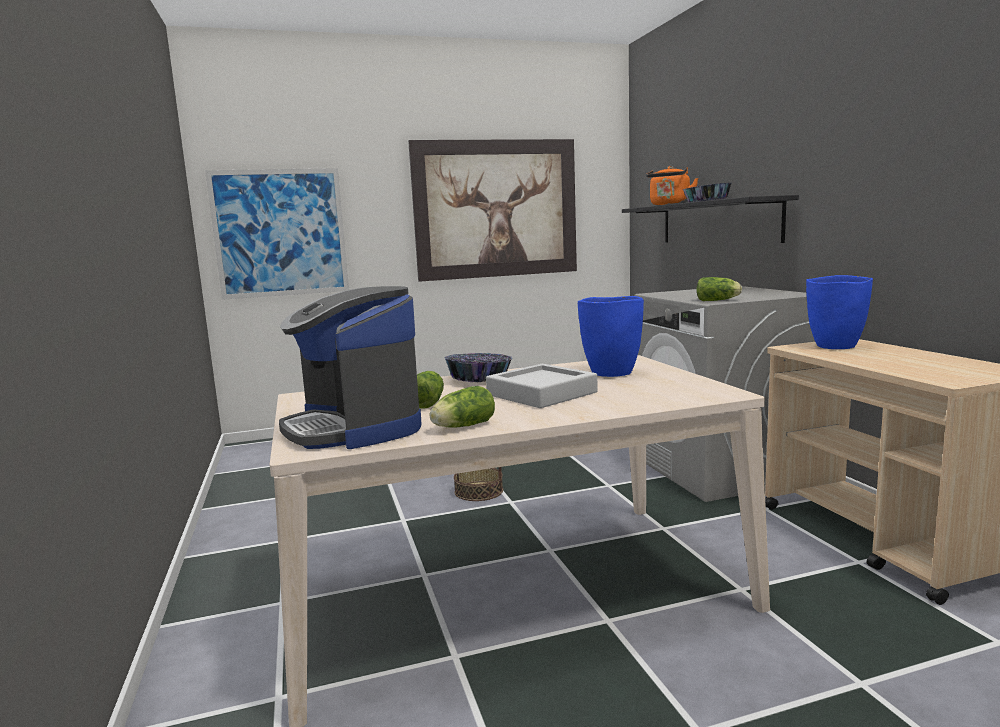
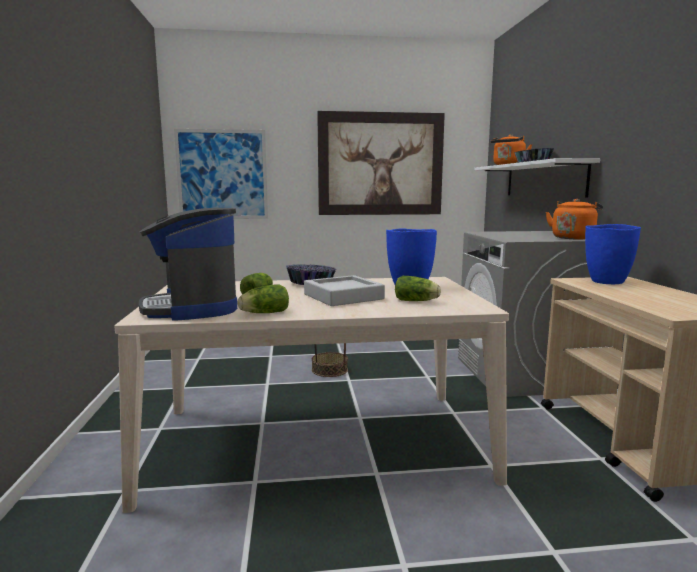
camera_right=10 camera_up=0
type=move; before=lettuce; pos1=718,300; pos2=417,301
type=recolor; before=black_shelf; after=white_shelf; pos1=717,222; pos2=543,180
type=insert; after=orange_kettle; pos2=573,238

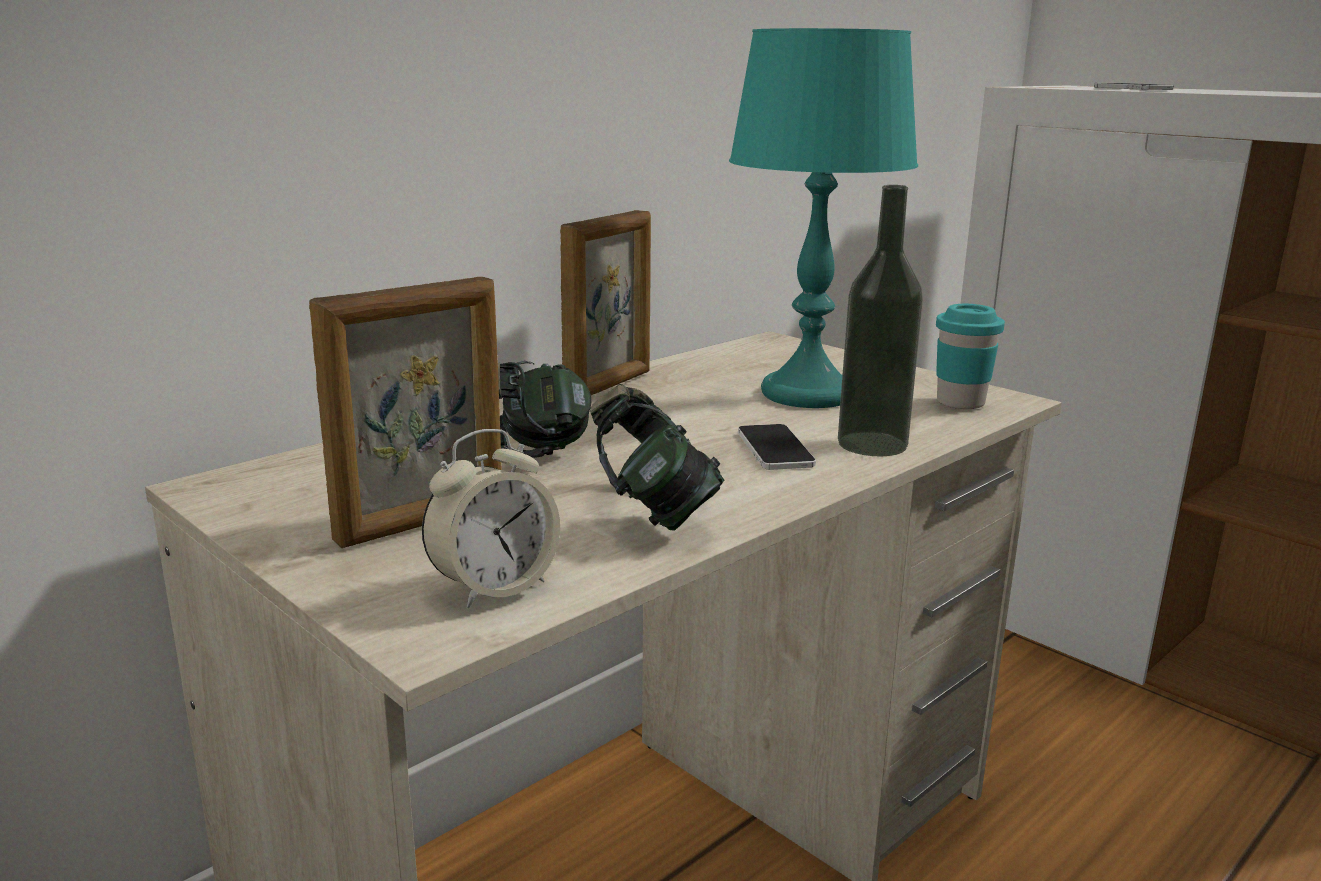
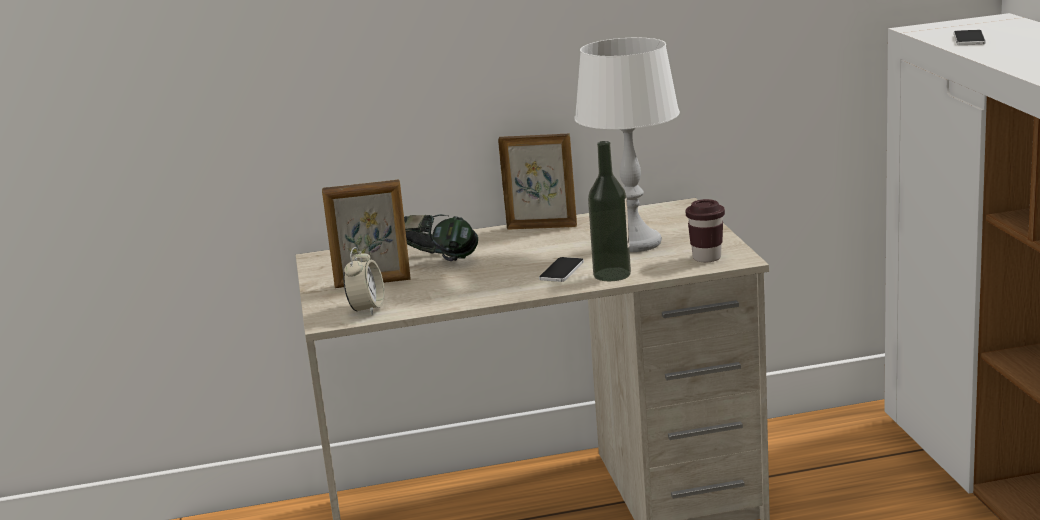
camera_right=35 camera_up=0
type=rotate; before=alarm_clock; pos1=494,587; pos2=367,309; turn=-75
type=rotate; before=picture_frame; pos1=609,385; pos2=541,226; turn=-150
type=recolor; before=turquoise_table_lamp; after=white_table_lamp; pos1=809,394; pos2=634,243
type=recolor; before=turquoise_cup; after=brown_cup; pos1=960,403; pos2=706,258
type=delete; before=headphones; pos1=653,511

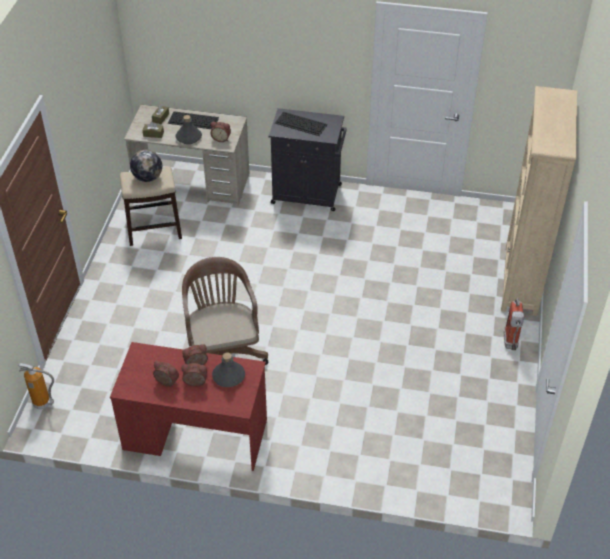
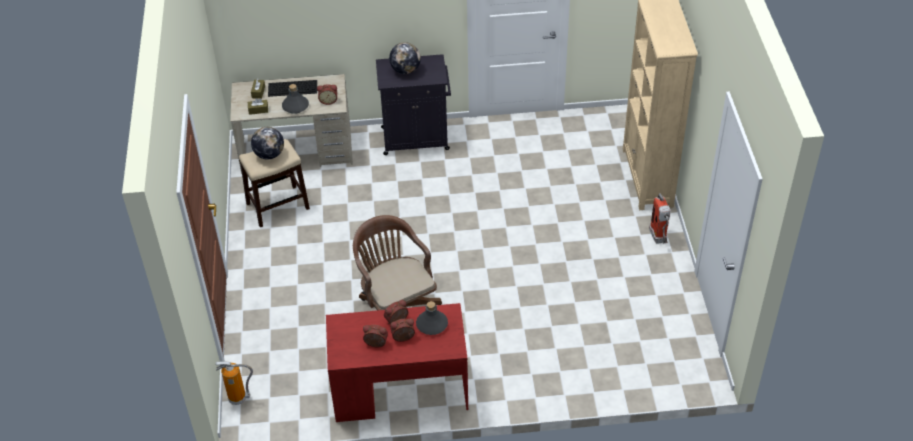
camera_right=-15 camera_up=0
type=replace; before=keyboard; after=globe; pos1=301,124; pos2=405,70

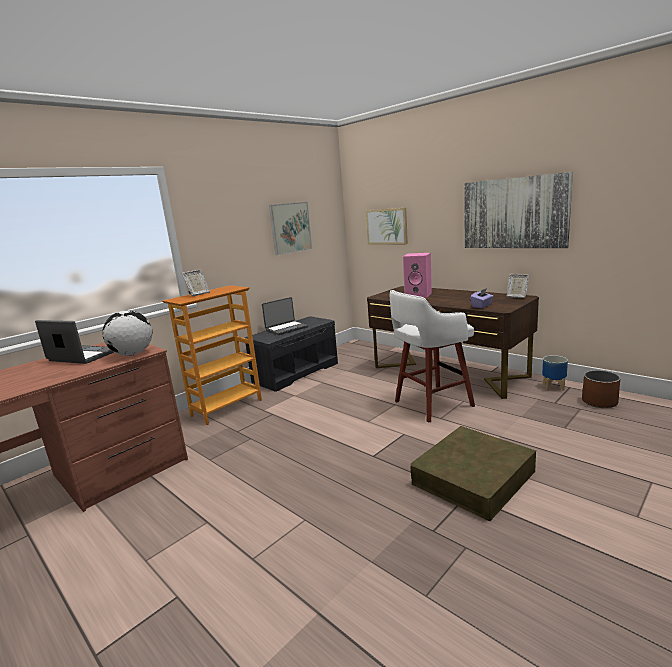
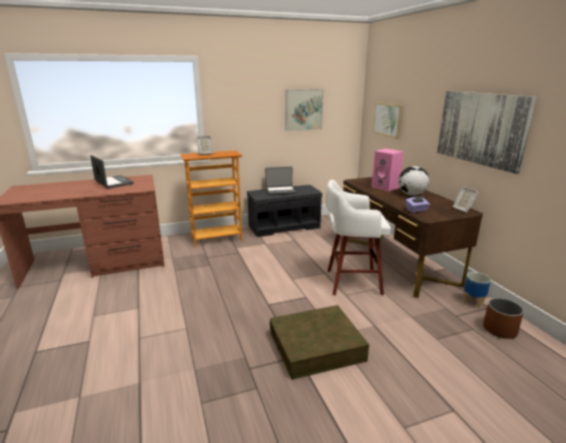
camera_right=25 camera_up=5
type=move; before=globe; pos1=132,354; pos2=411,195

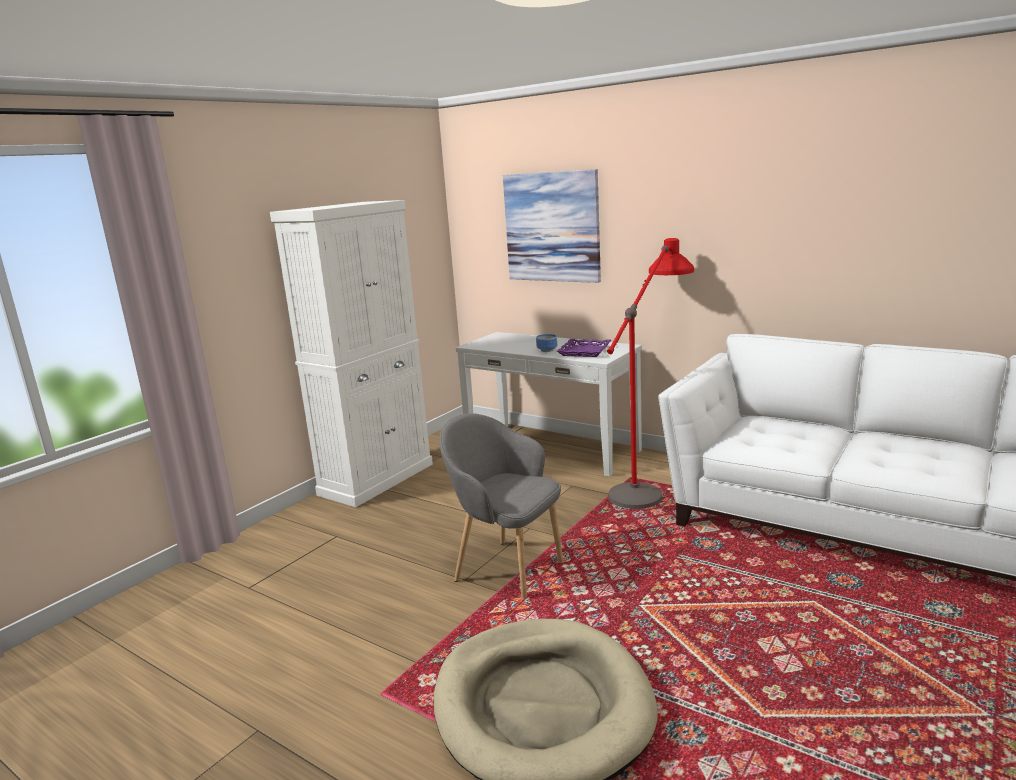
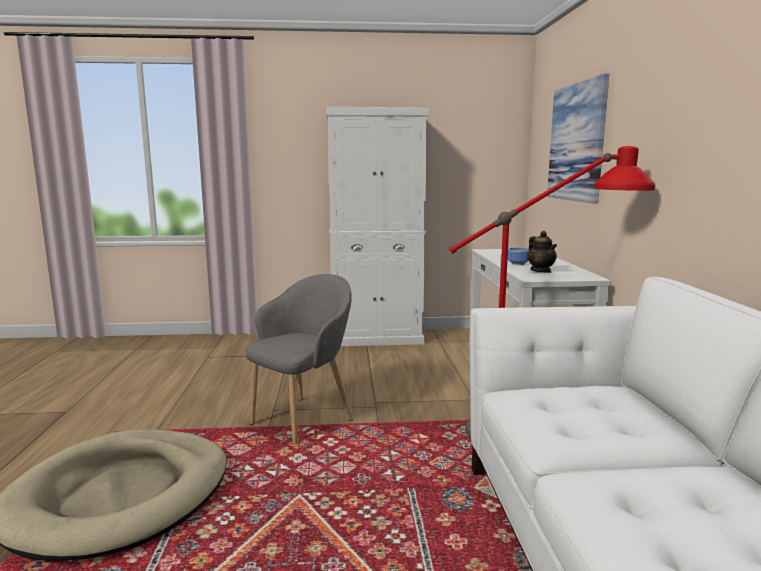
camera_right=50 camera_up=-5
type=rotate; before=grey_armchair; pos1=507,569; pos2=303,419; turn=45
type=replace; before=purple_tray; after=teapot; pos1=584,351; pos2=541,271

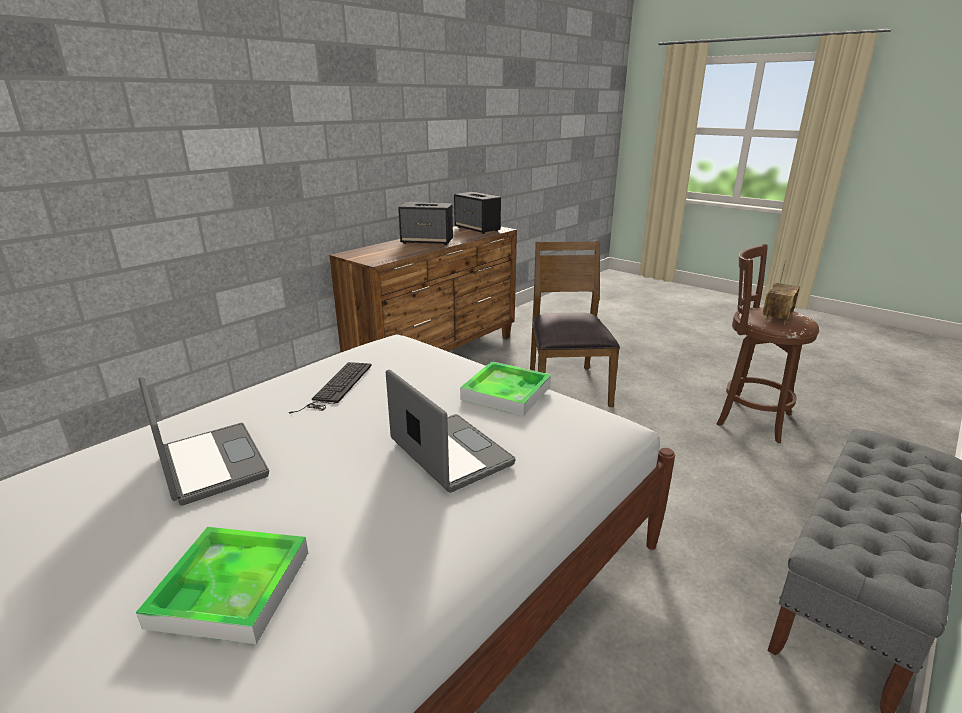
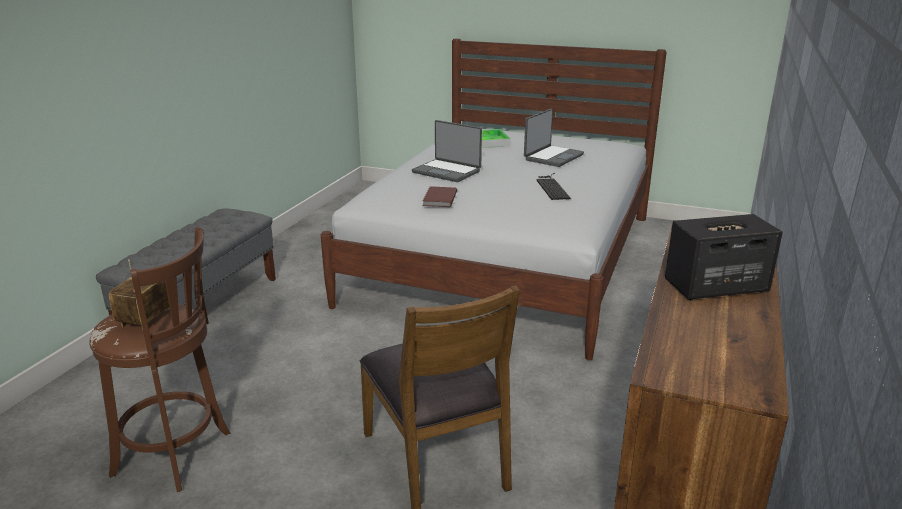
camera_right=160 camera_up=0
type=replace; before=tray; after=brown_book; pos1=506,392; pos2=438,199
type=rotate; before=laptop; pos1=210,464; pos2=553,157; turn=-90
type=delete; before=speaker; pos1=477,229

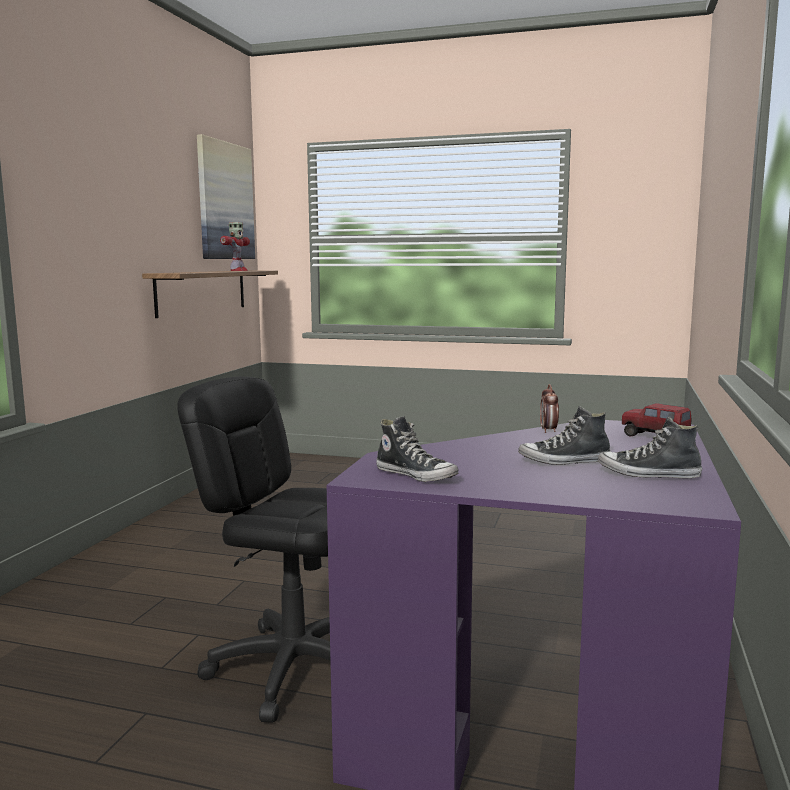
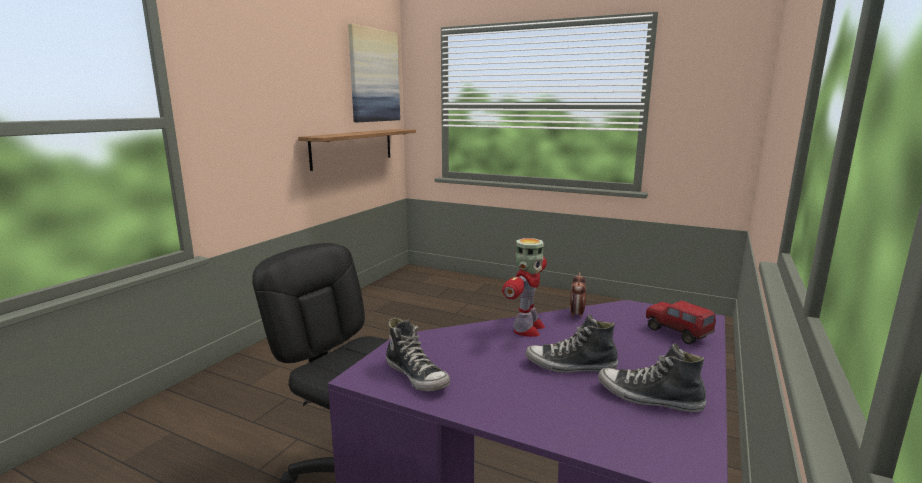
camera_right=10 camera_up=5
type=move; before=toy_robot; pos1=238,270; pos2=527,329

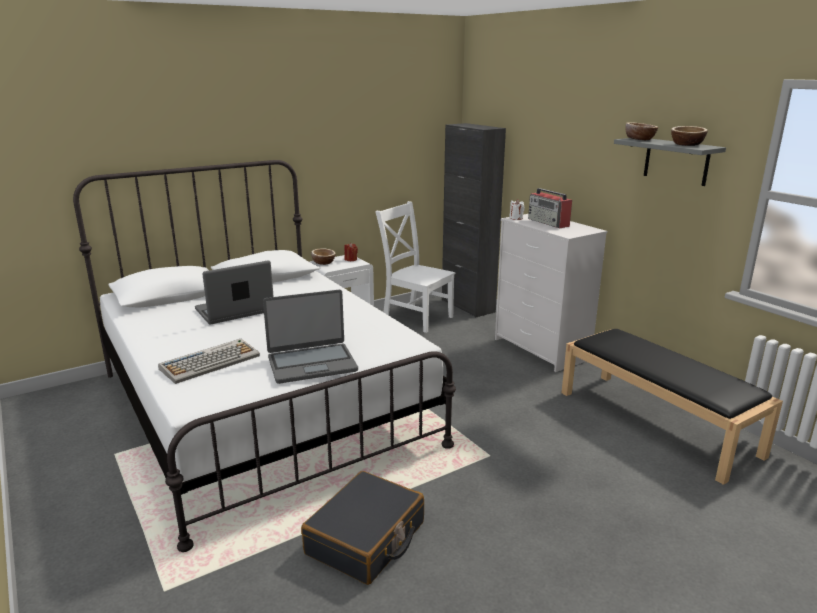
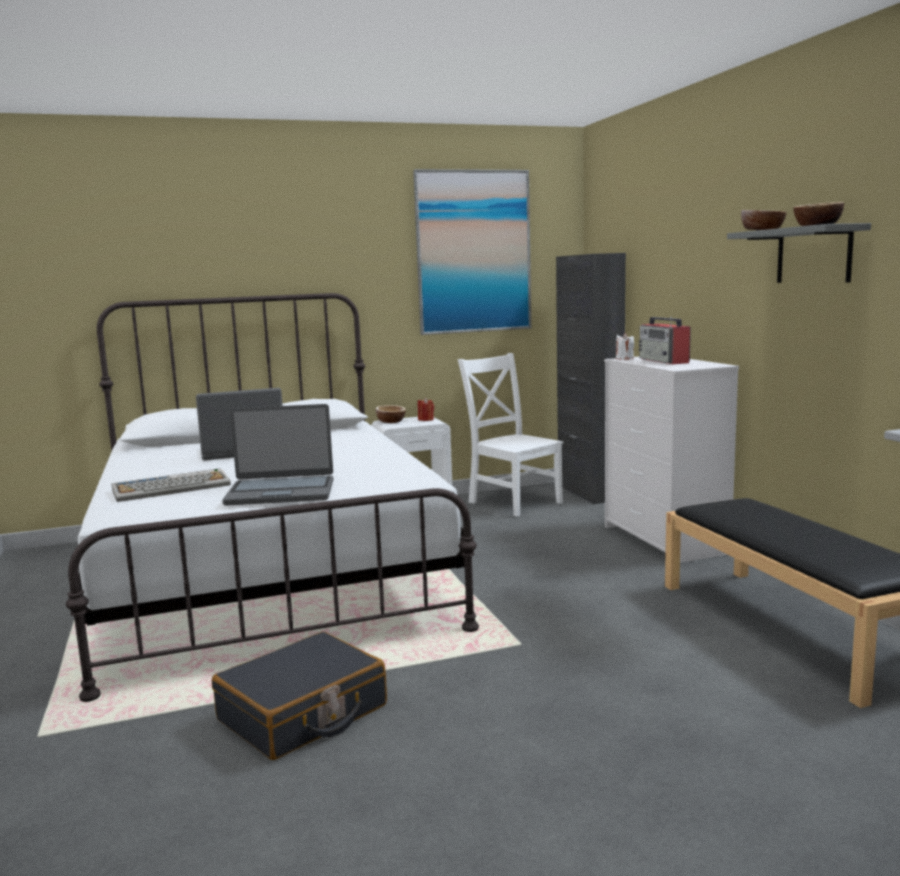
camera_right=15 camera_up=-10
type=insert; after=picture; pos2=473,252

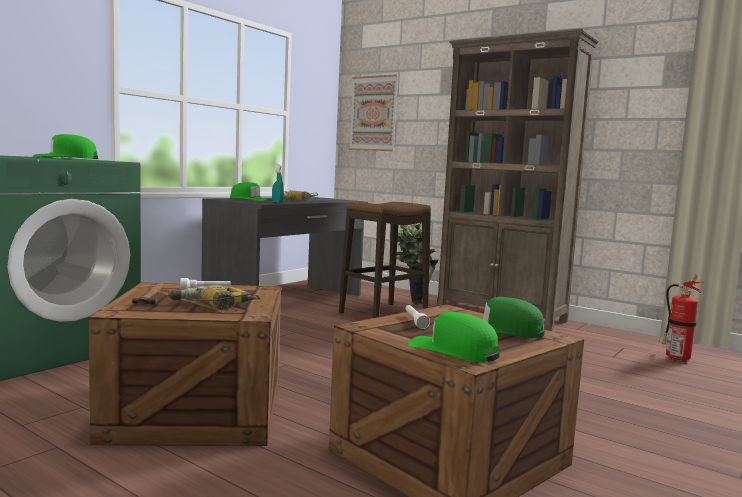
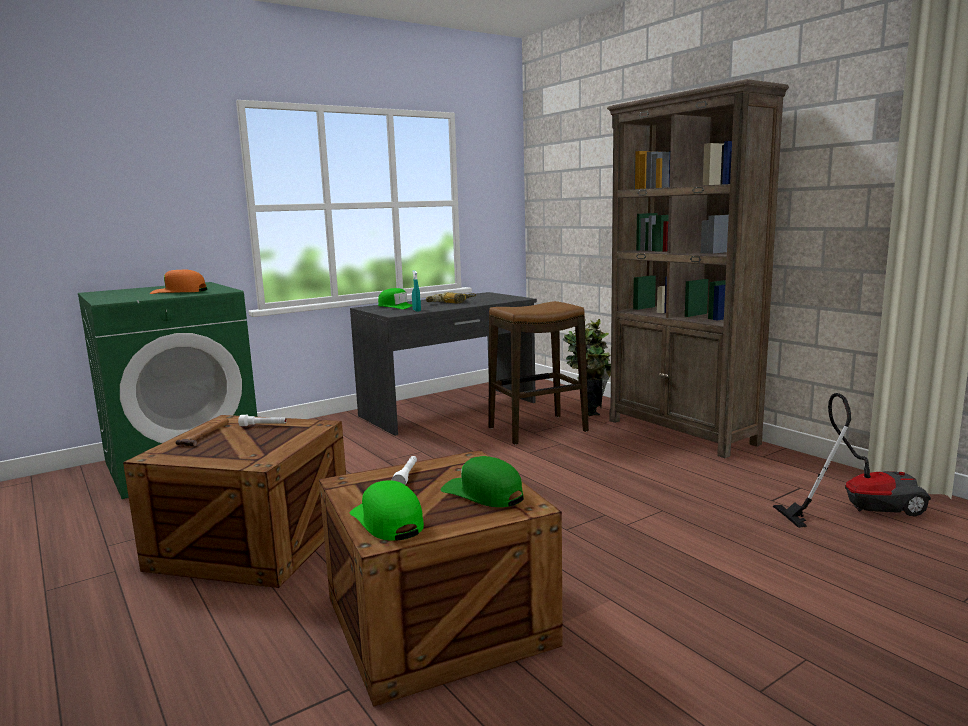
camera_right=20 camera_up=5
type=recolor; before=green_cap; after=orange_cap; pos1=66,158; pos2=179,292
type=replace; before=fire_extinguisher; after=vacuum_cleaner; pos1=675,359; pos2=859,508
type=delete; before=power_drill; pos1=213,305
type=delete; before=picture; pos1=373,113

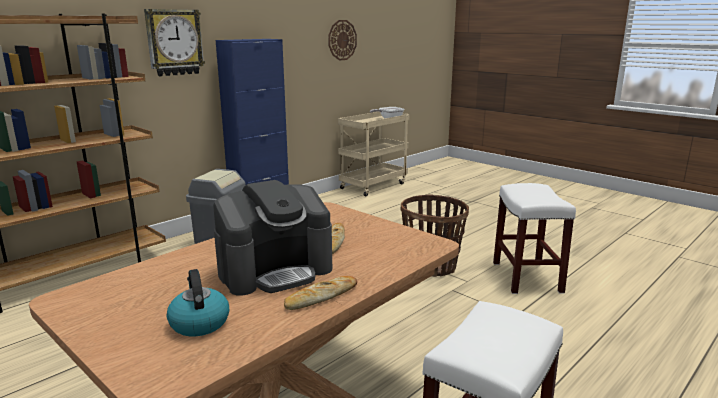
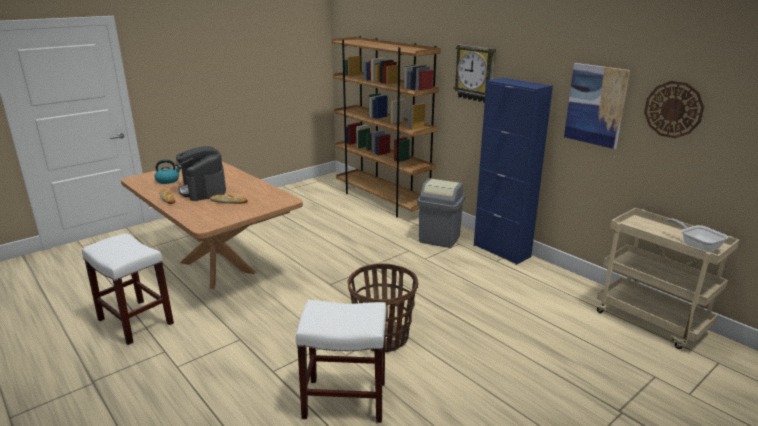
camera_right=95 camera_up=5
type=insert; after=picture; pos2=595,105

